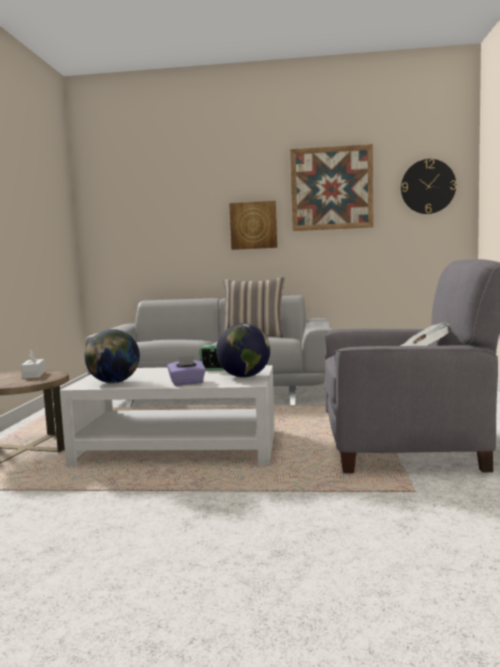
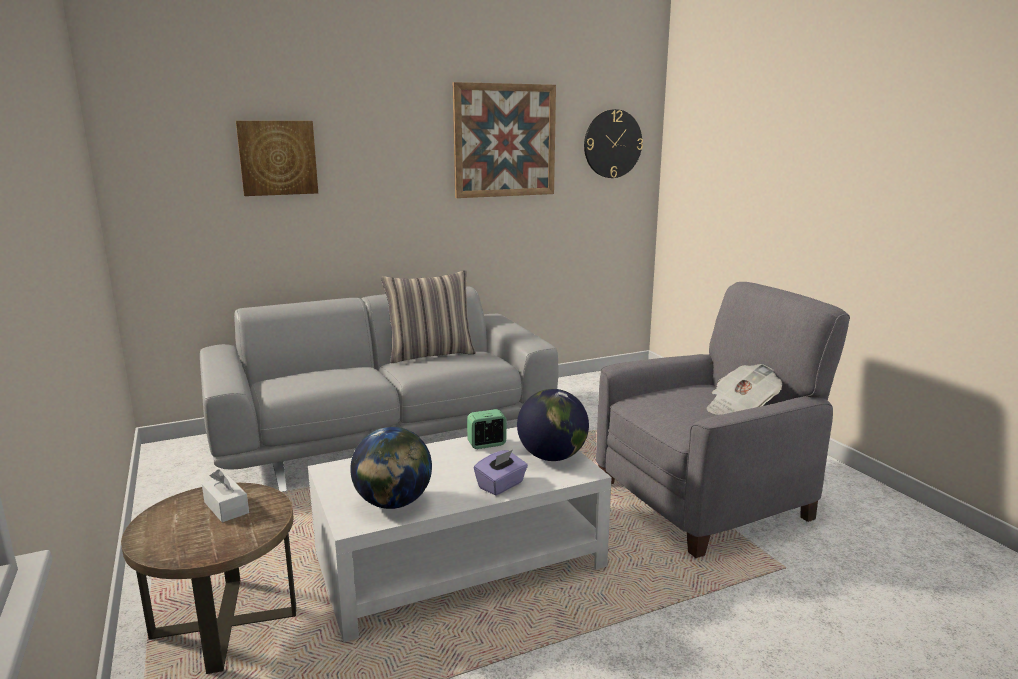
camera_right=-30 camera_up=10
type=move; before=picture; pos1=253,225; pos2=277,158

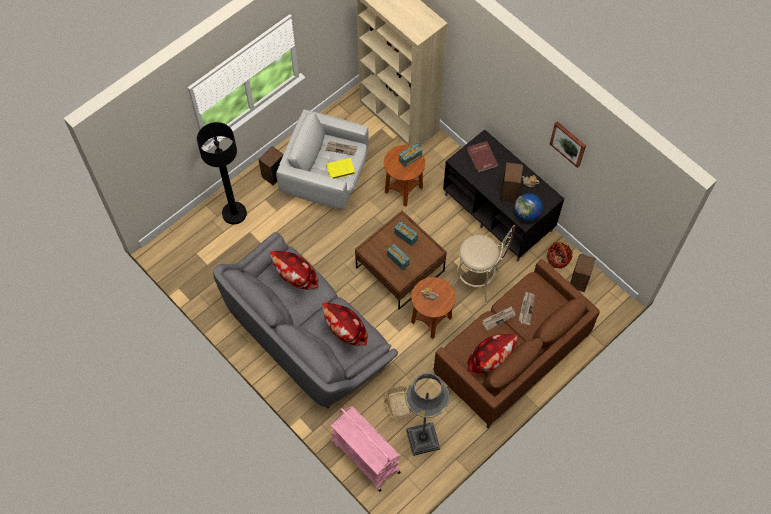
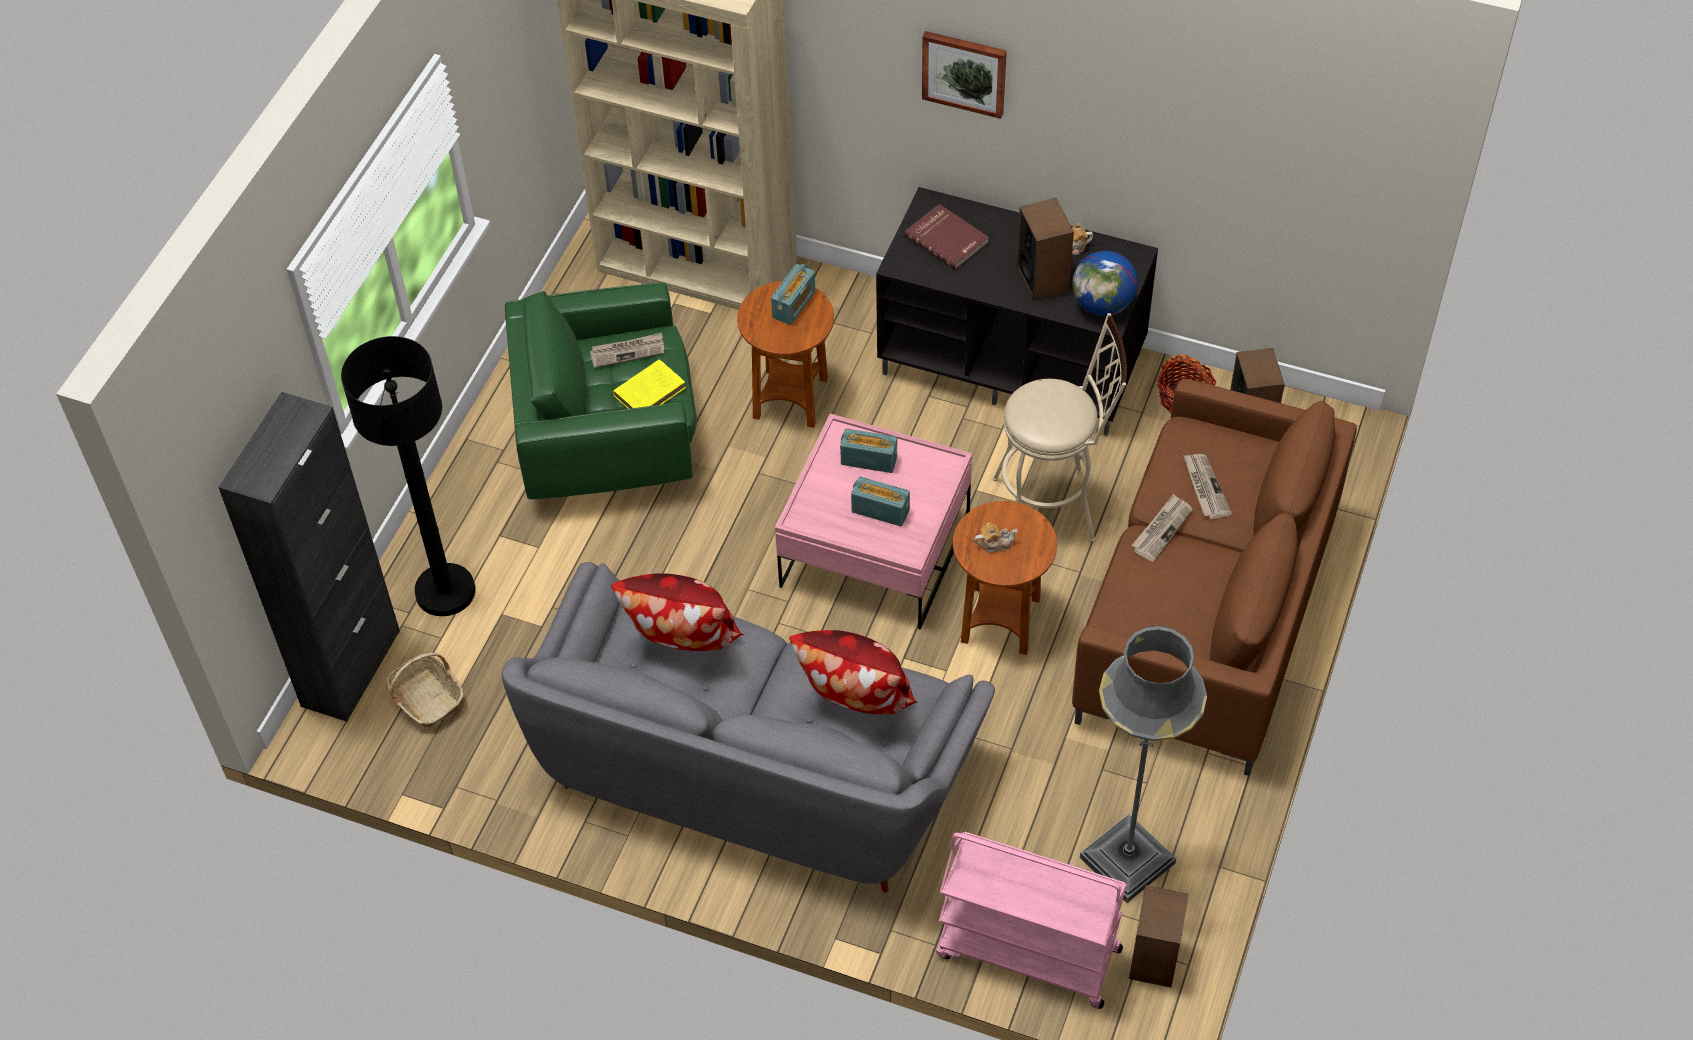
camera_right=-25 camera_up=-10
type=insert; after=black_cabinet; pos2=351,668
type=move; before=basket; pos1=399,404; pos2=427,698
type=recolor; before=white_armchair; after=green_armchair; pos1=326,176; pos2=608,437
type=recolor; before=brown_coffee_table; after=pink_coffee_table; pos1=400,269; pos2=875,551
type=move; before=picture; pos1=568,143; pos2=964,72
type=move; before=speaker; pos1=274,174; pos2=1153,958
type=delete; before=pillow; pos1=490,360

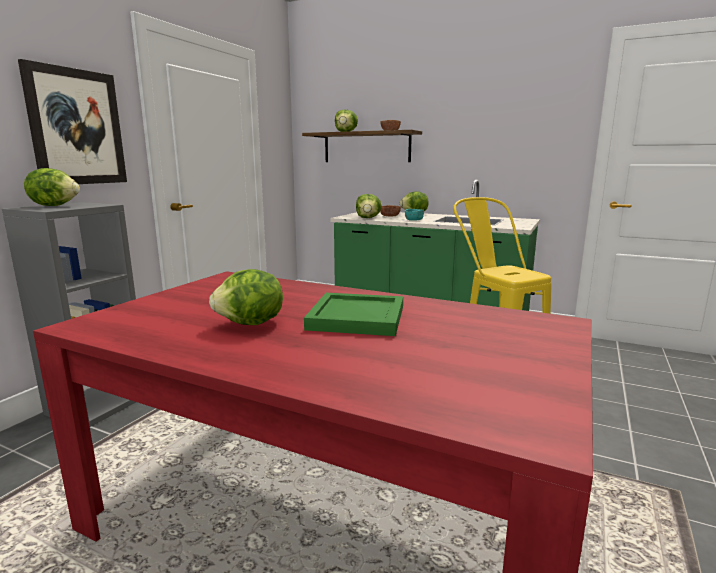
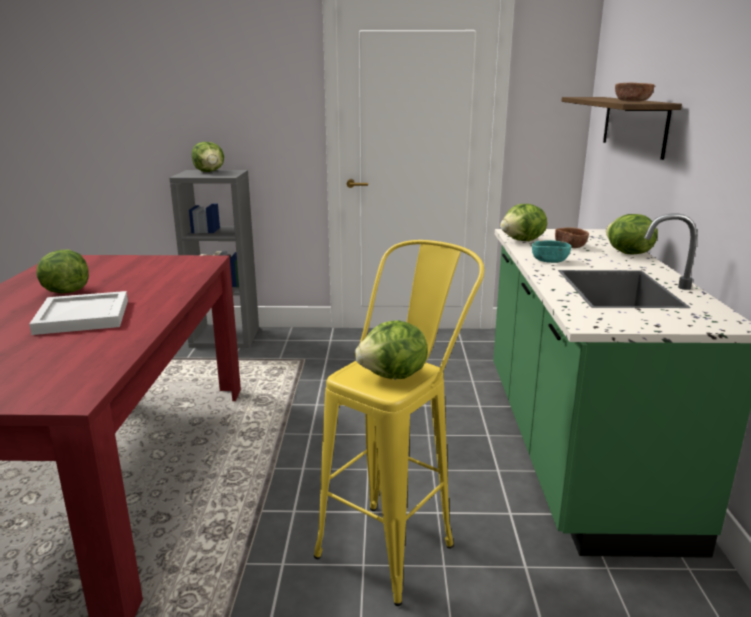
camera_right=65 camera_up=5
type=recolor; before=green_tray; after=white_tray; pos1=358,318; pos2=81,317
type=move; before=lettuce; pos1=345,132; pos2=393,376
type=delete; before=picture; pos1=77,127

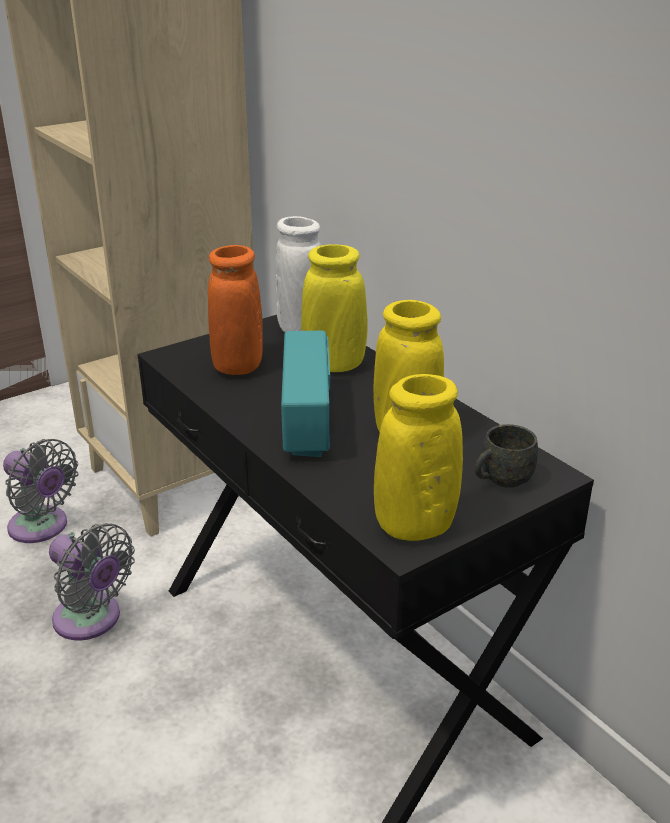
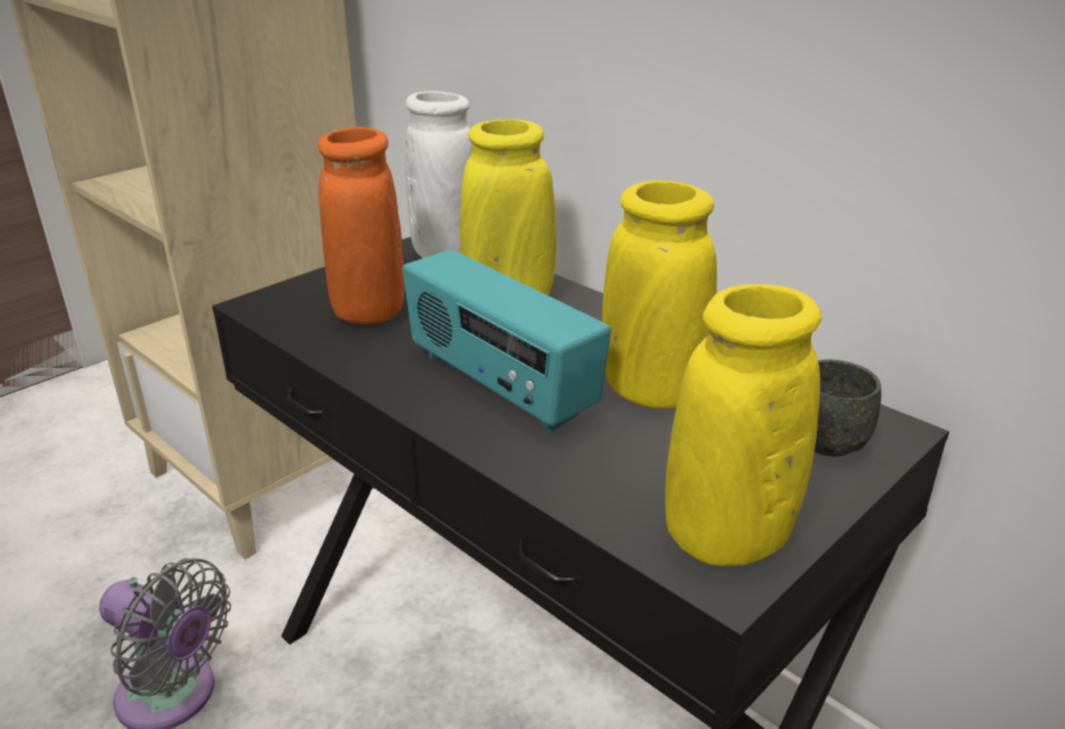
camera_right=-10 camera_up=0
type=rotate; before=radio; pos1=308,423; pos2=499,386; turn=150
type=delete; before=grey_fan; pos1=42,528

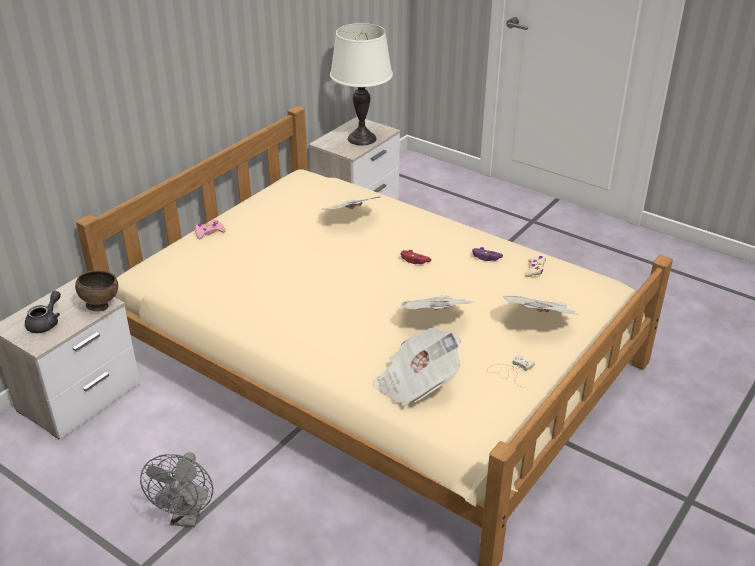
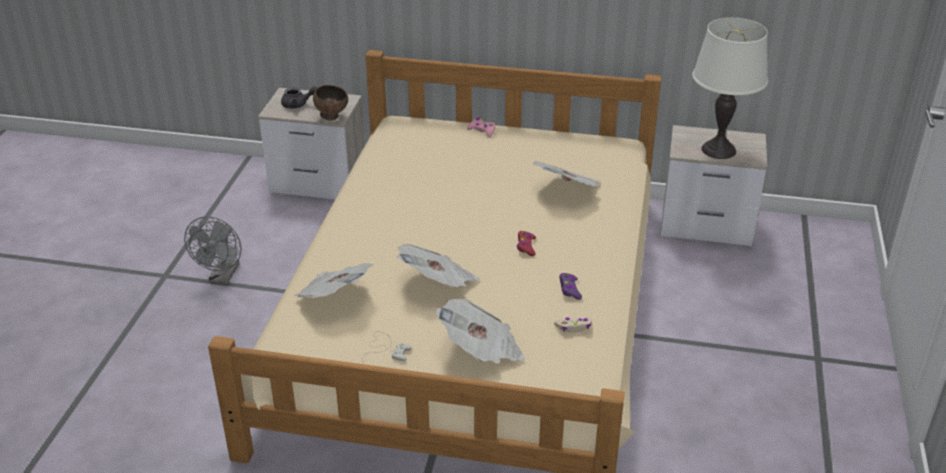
camera_right=65 camera_up=0
type=rotate; before=grey_fan; pos1=187,516; pos2=222,277; turn=-60

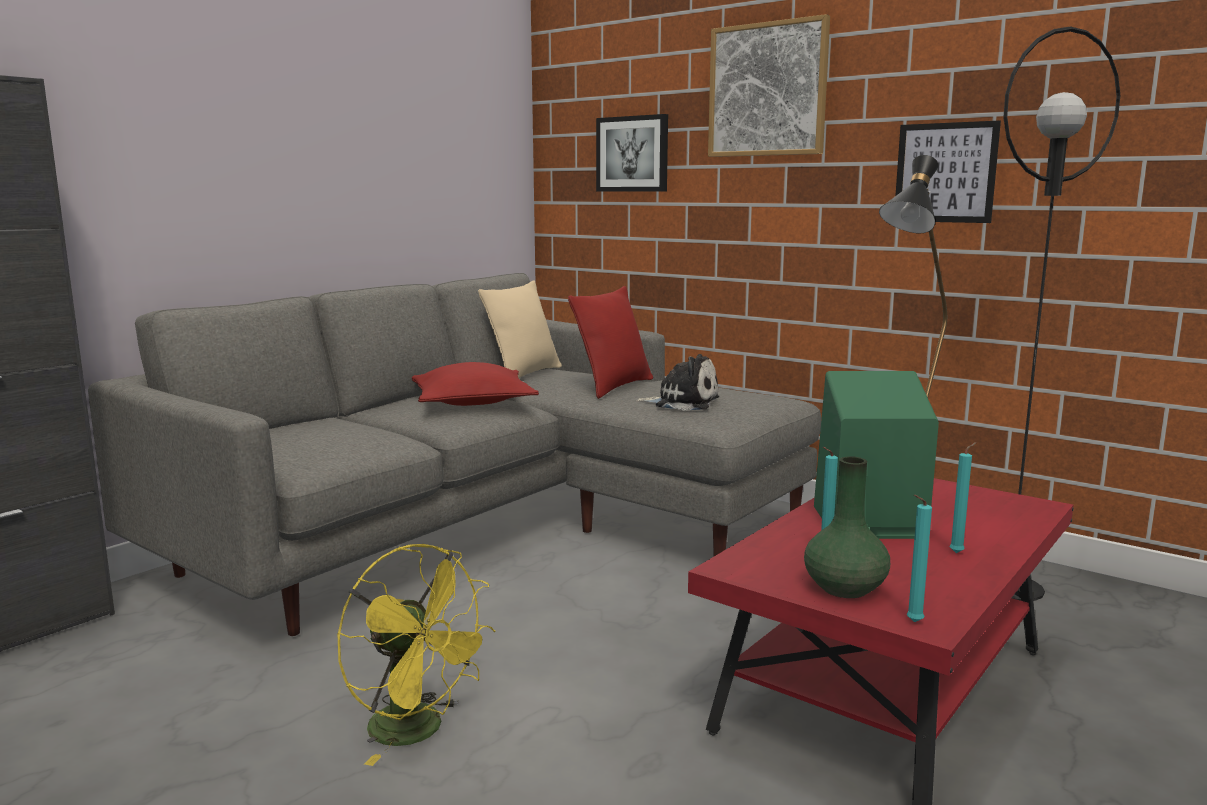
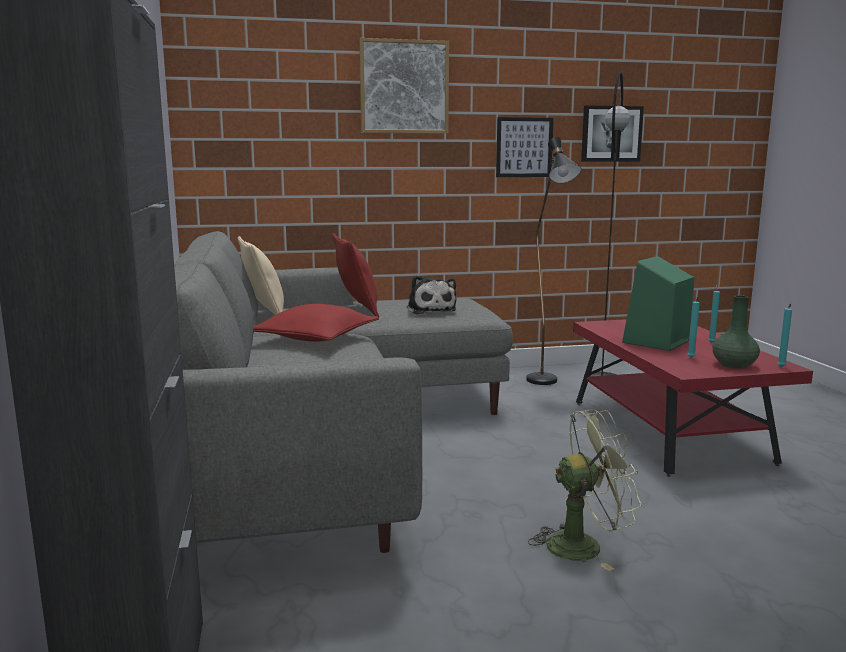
camera_right=-50 camera_up=0
type=rotate; before=plush_toy; pos1=682,403; pos2=430,310; turn=105
type=recolor; before=yellow_fan; after=green_fan; pos1=419,731; pos2=584,545
type=move; before=picture; pos1=632,154; pos2=611,134

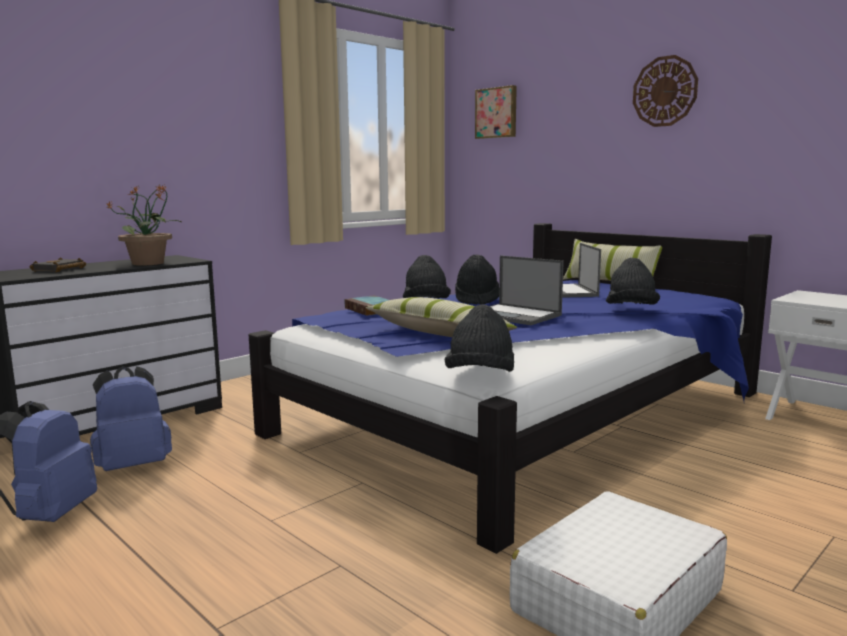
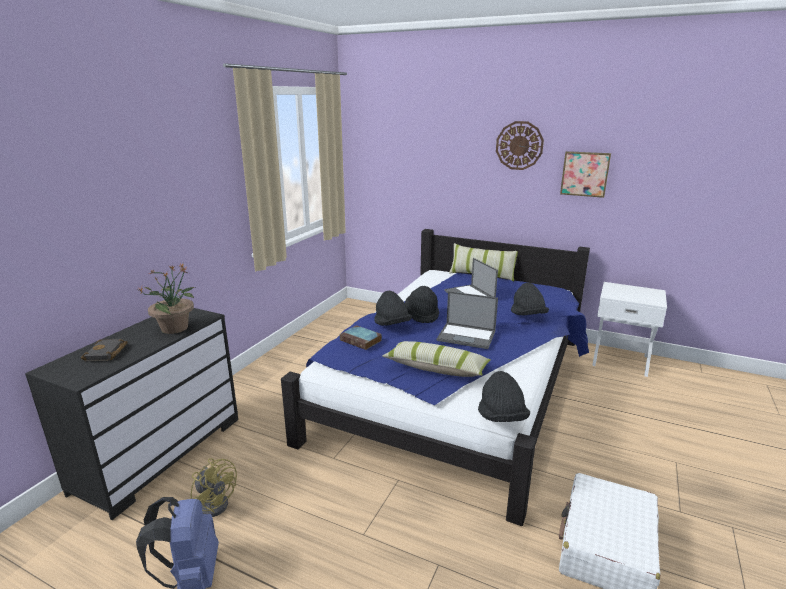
camera_right=-20 camera_up=10
type=replace; before=blue_backpack; after=yellow_fan; pos1=133,465; pos2=216,502
type=move; before=picture; pos1=497,113; pos2=585,174

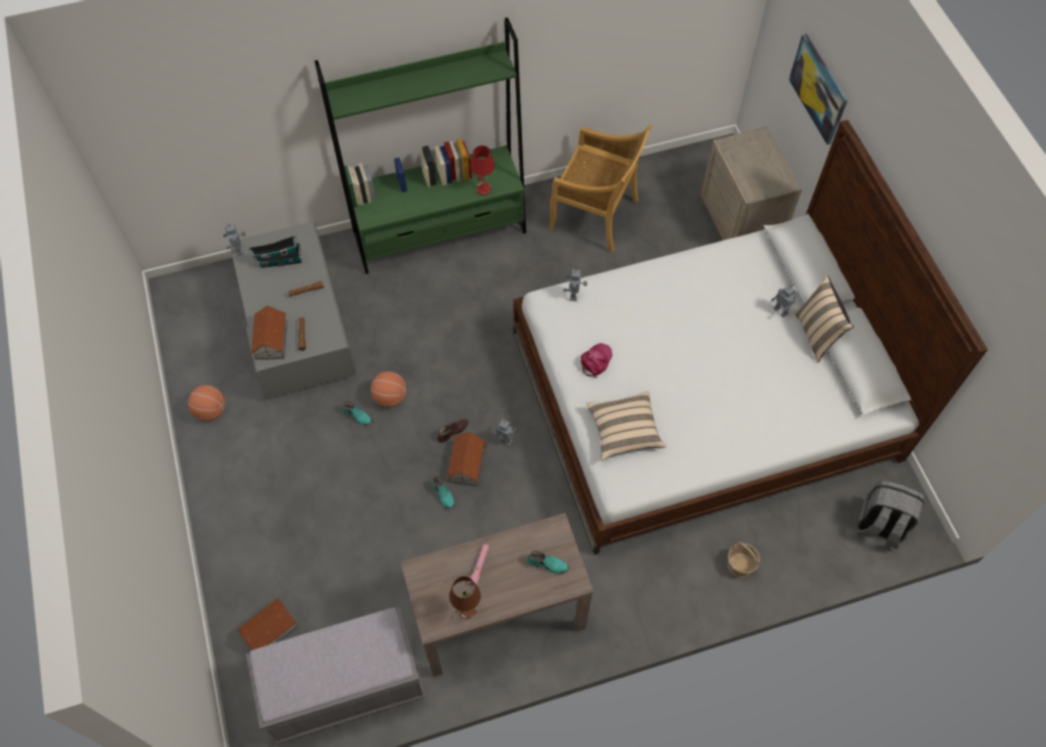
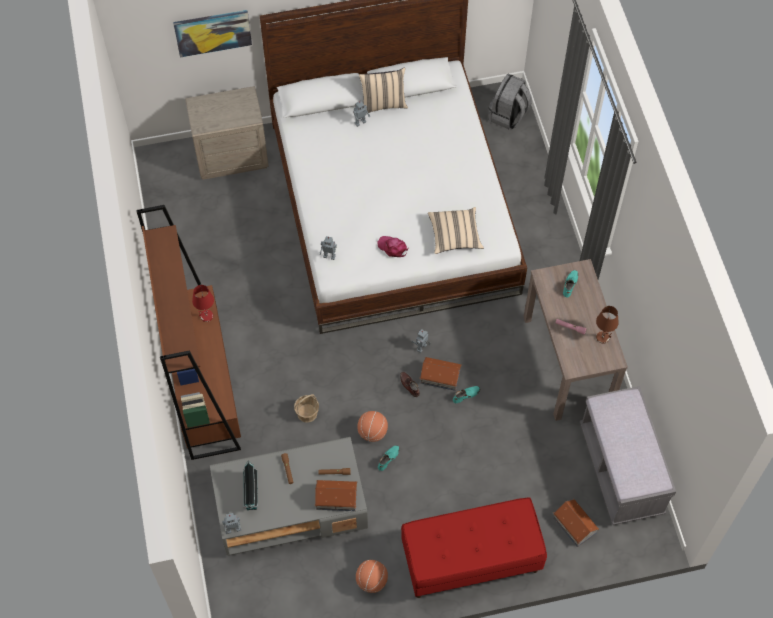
camera_right=-85 camera_up=0
type=recolor; before=green_bookcase; after=brown_bookcase; pos1=440,232; pos2=204,385
type=move; before=basket; pos1=740,565; pos2=307,413
type=insert; after=red_bench; pos2=470,560
type=delete; before=beige_chair; pos1=595,215

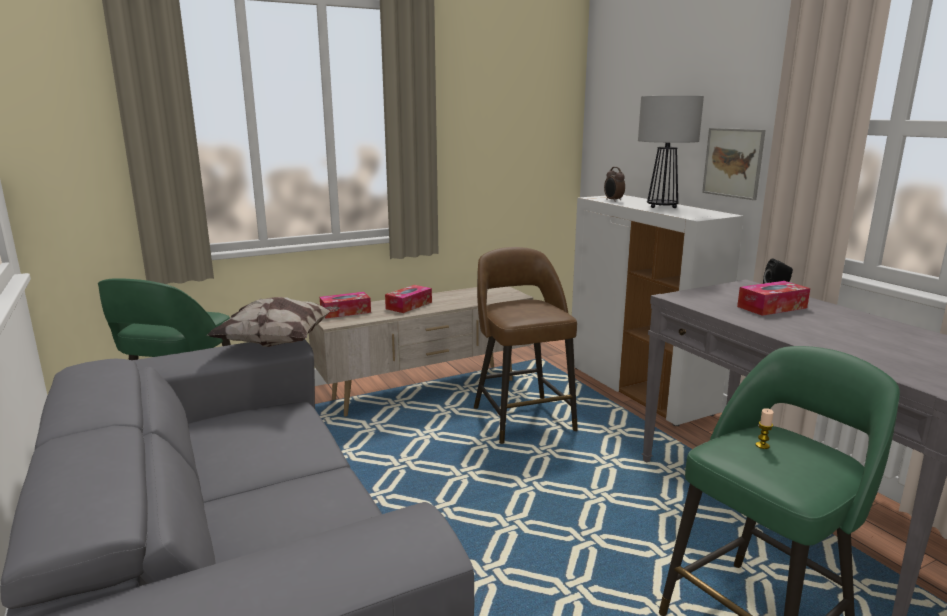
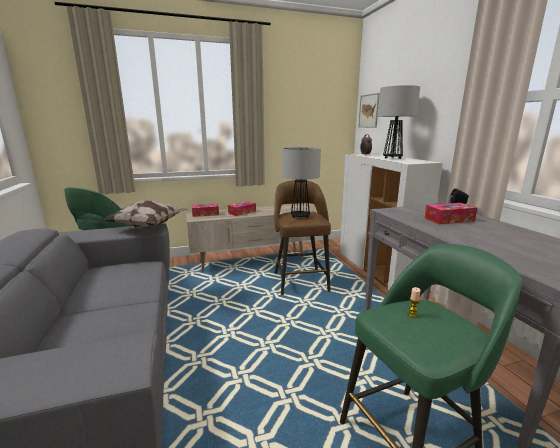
camera_right=10 camera_up=0
type=insert; after=table_lamp; pos2=300,216
type=move; before=picture; pos1=733,163; pos2=369,111

